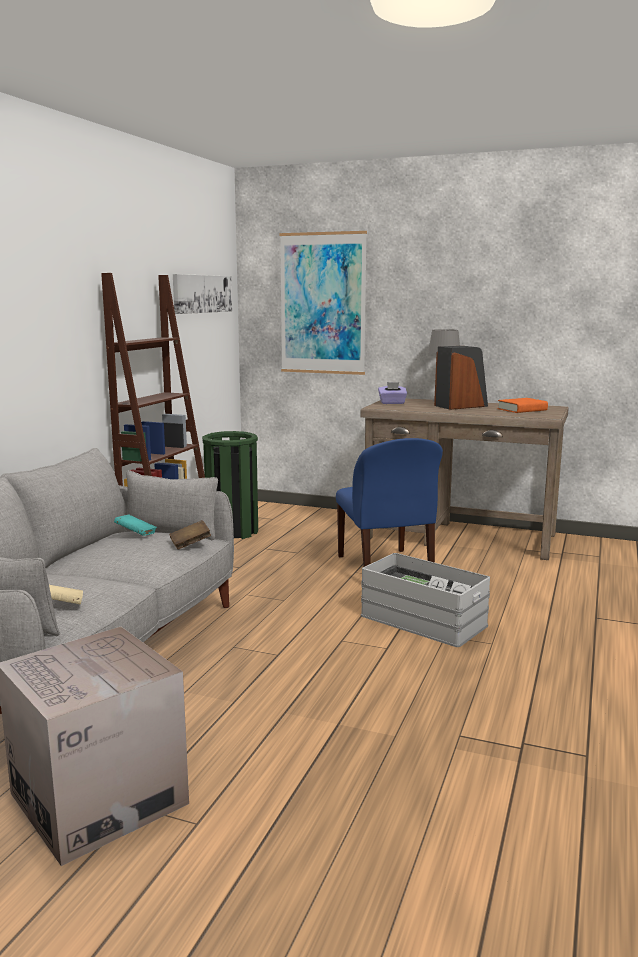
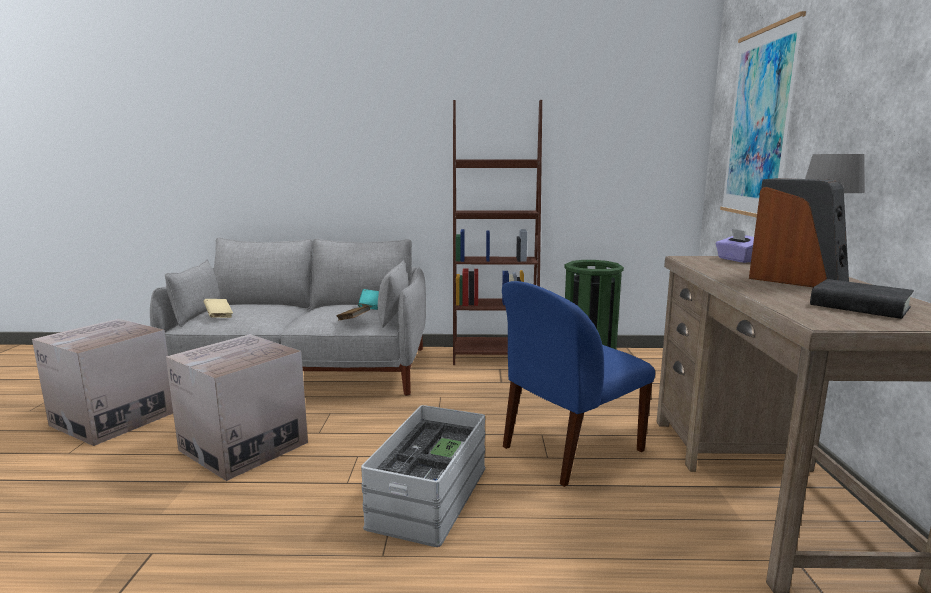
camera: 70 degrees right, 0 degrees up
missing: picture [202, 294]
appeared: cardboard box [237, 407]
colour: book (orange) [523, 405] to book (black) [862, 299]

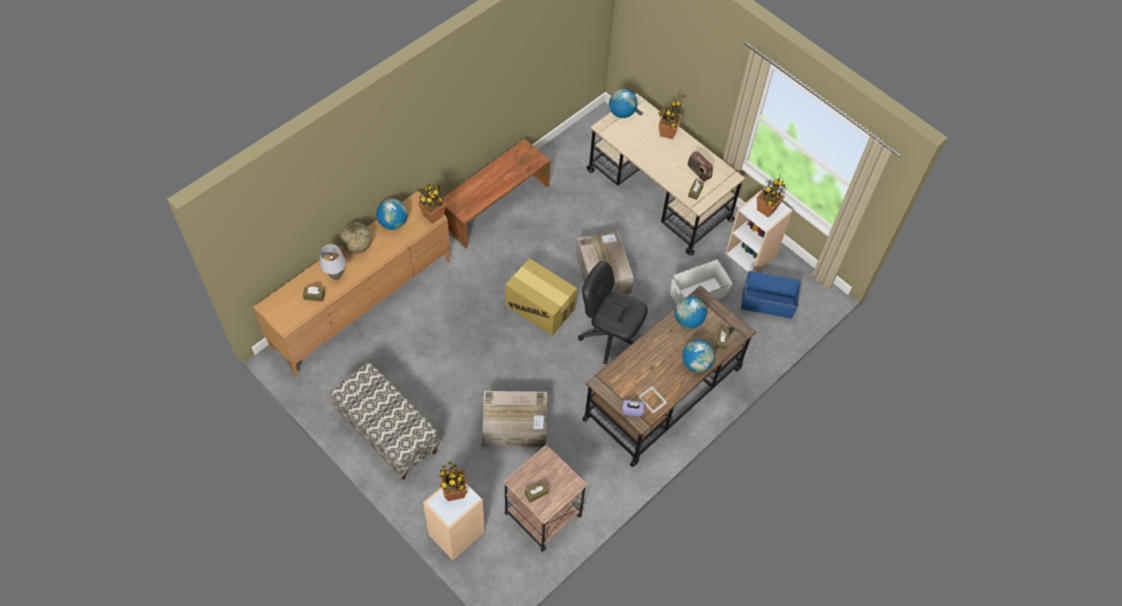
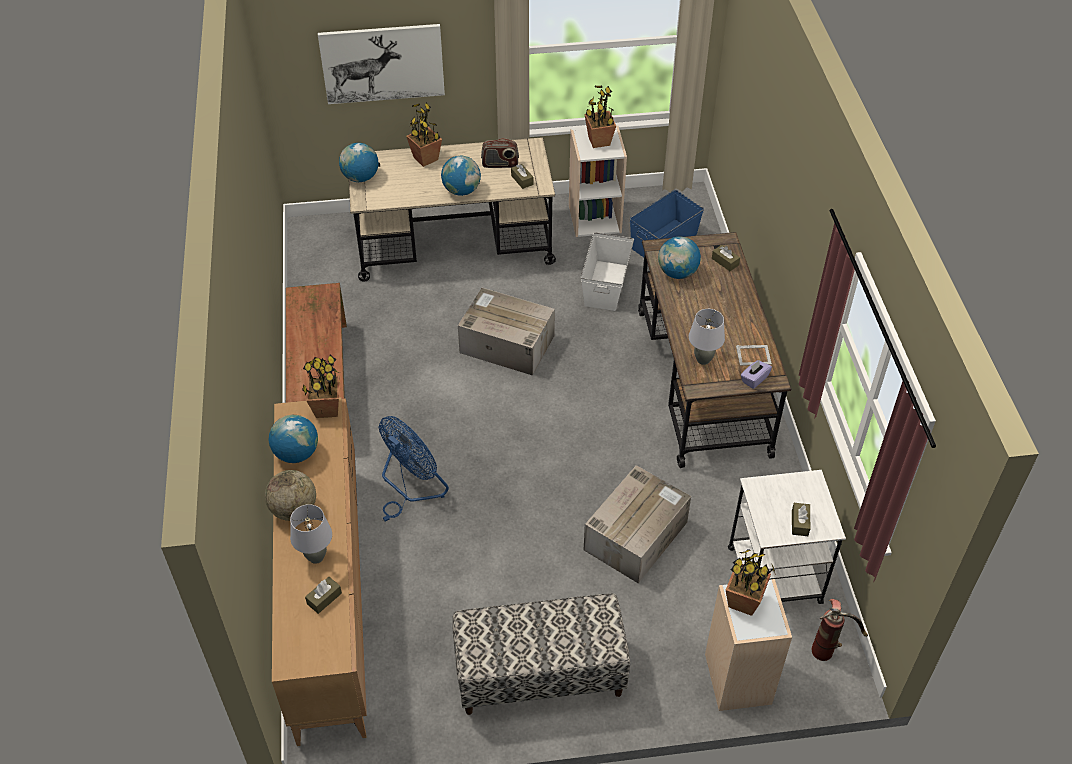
camera: 50 degrees left, 10 degrees down
missing: cardboard box [541, 297]; office chair (black) [613, 312]
appeared: picture [381, 64]; fan (blue) [413, 468]; table lamp (grey) [707, 337]; fire extinguisher [840, 630]
relocated: globe [698, 356] to [461, 175]
colour: cart (brown) [545, 498] to cart (white) [787, 537]

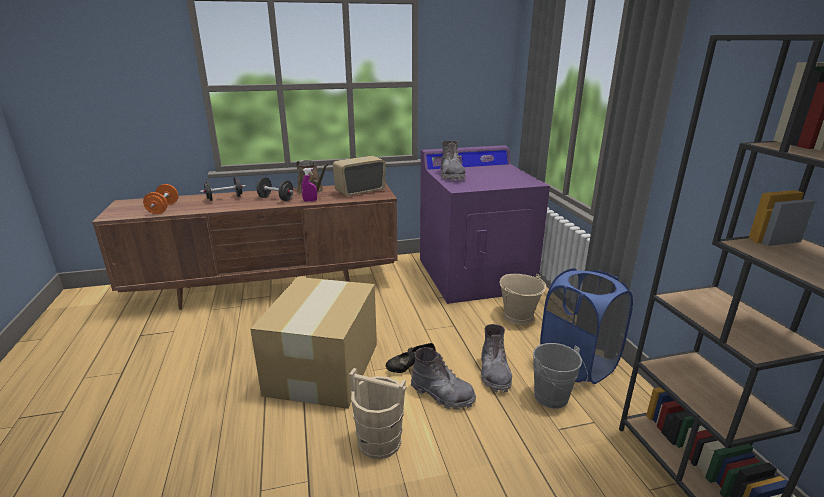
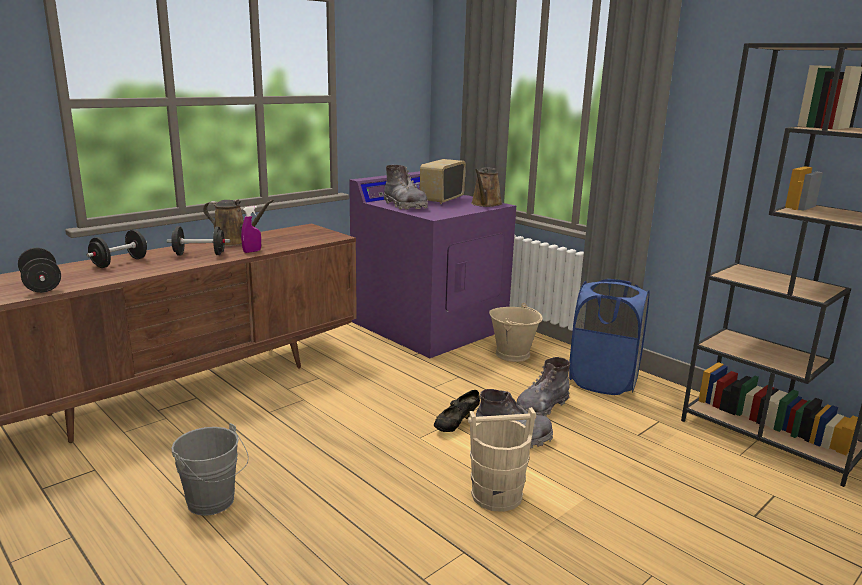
camera: 30 degrees left, 5 degrees down
missing: cardboard box [313, 343]
appeared: watering can (brown) [487, 187]
relocated: bucket (grey) [560, 376] to [210, 469]; radio [359, 176] to [443, 181]
colour: dumbbell (orange) [161, 199] to dumbbell (black) [39, 270]
spun: boot (grey) [496, 358] = [543, 387] 75 degrees clockwise

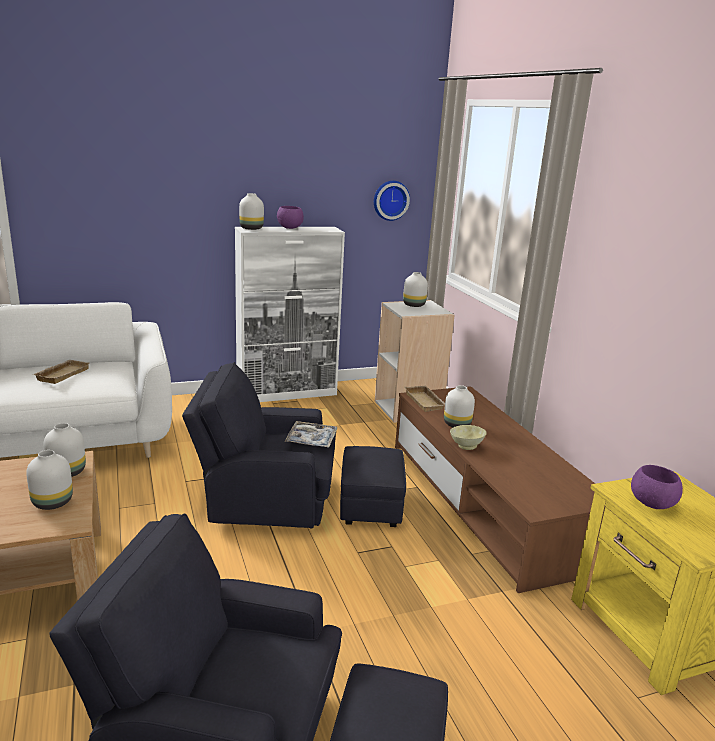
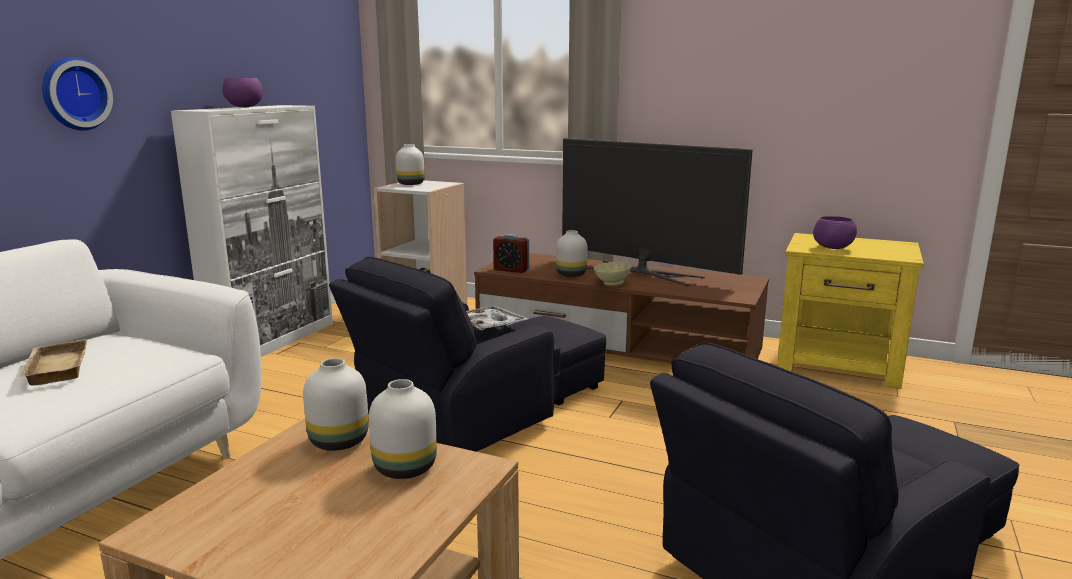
camera: 45 degrees left, 5 degrees down
missing: vase (white) [251, 211]
appeared: television [657, 212]
relocated: wall clock [392, 201] to [77, 94]
exchanged: tray (beige) [425, 398] to alarm clock [511, 253]

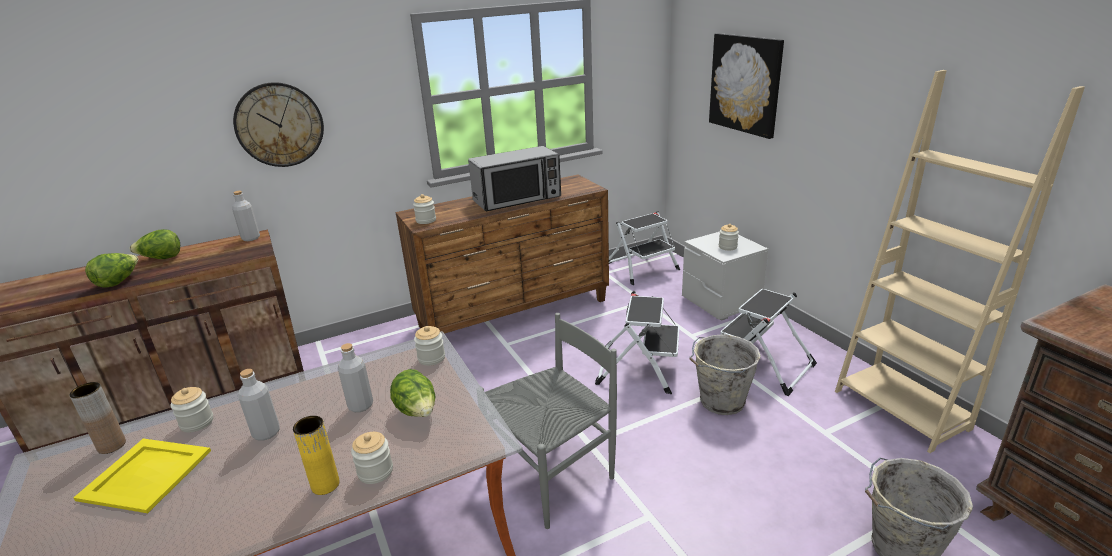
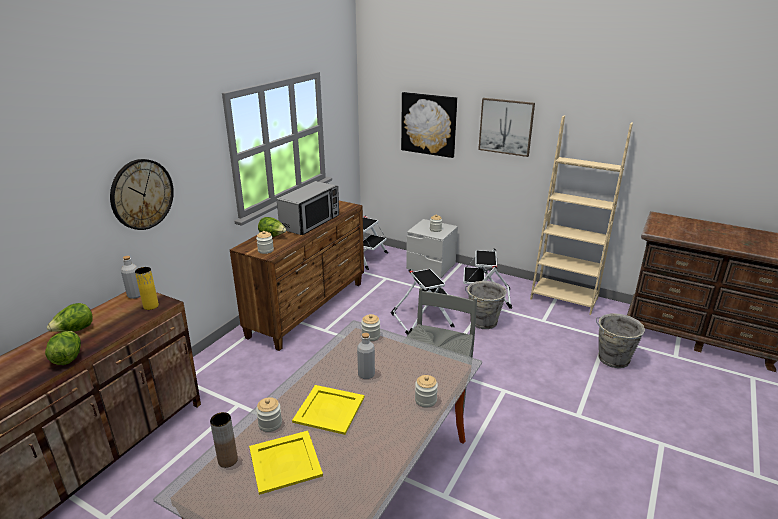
camera: 35 degrees left, 0 degrees up
appeared: picture [506, 127]
relocated: vase (yellow) [316, 455] to [147, 288]; lettuce [412, 393] to [272, 227]
exchanged: bottle (grey) [259, 405] to tray (yellow) [328, 410]

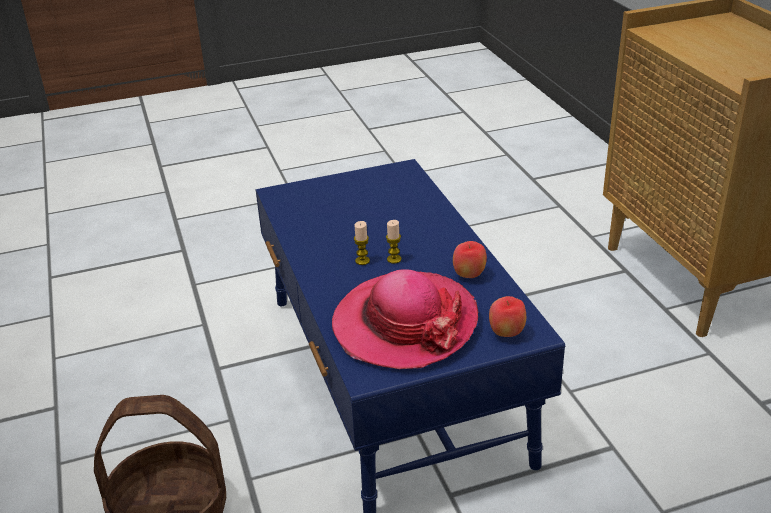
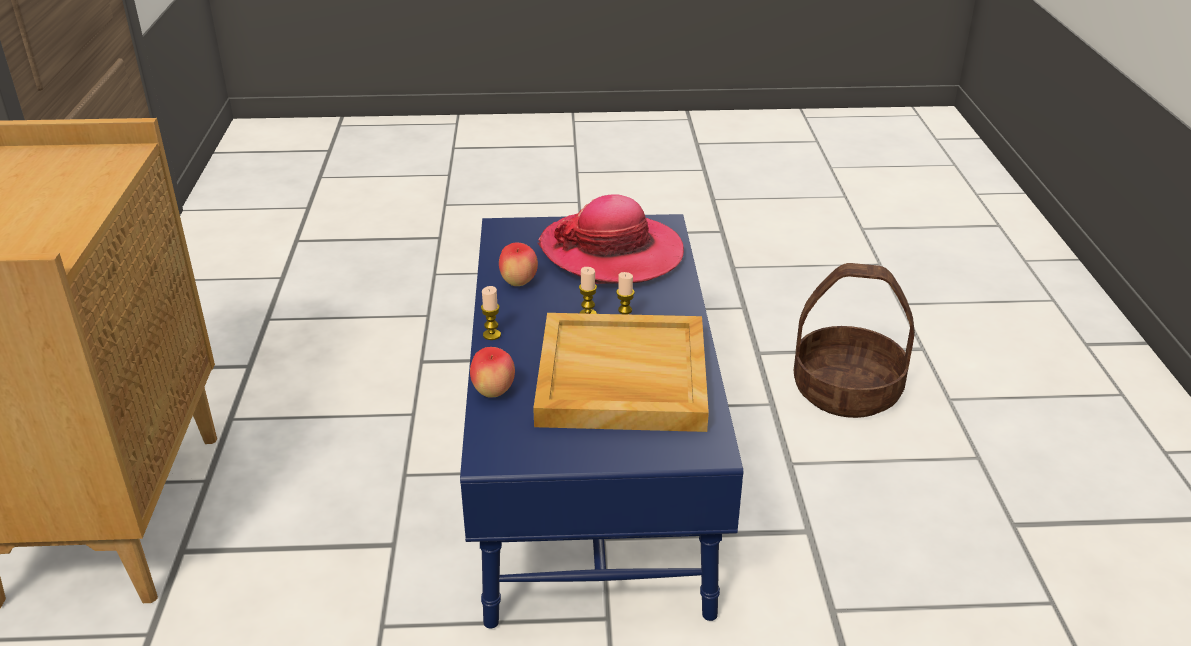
camera: 165 degrees left, 0 degrees up
appeared: candle [491, 313]; tray (beige) [621, 372]
relocated: apple [507, 316] to [492, 372]

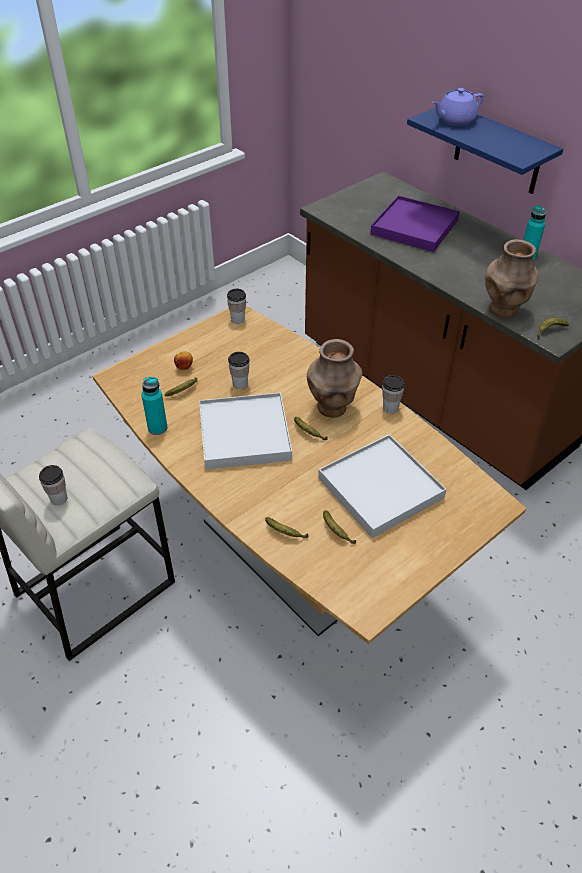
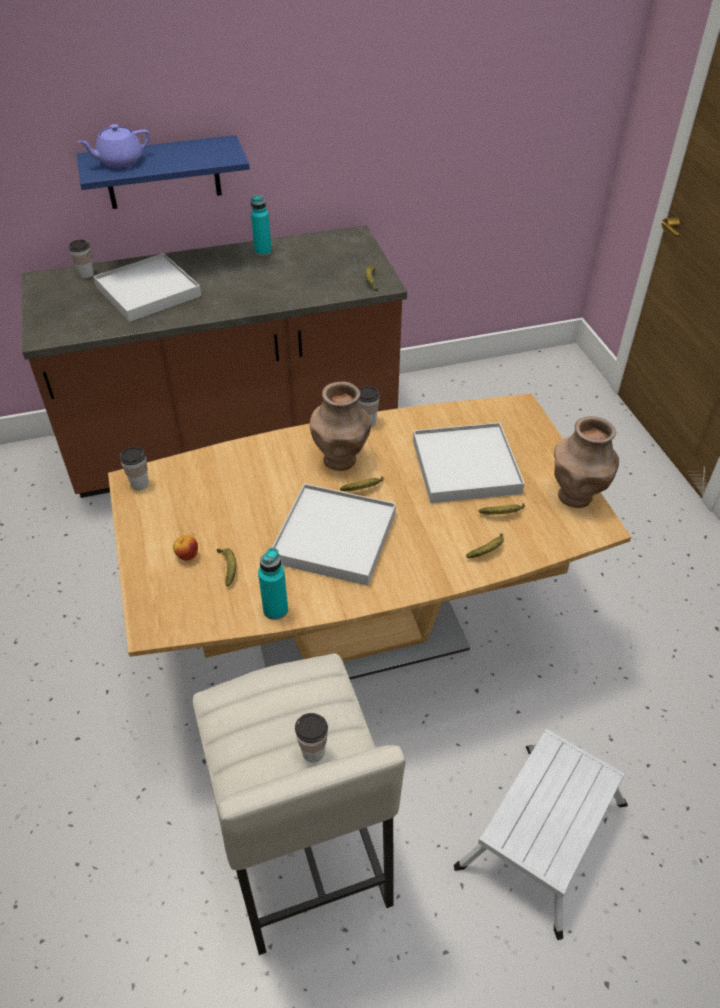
camera: 65 degrees left, 0 degrees up
appeared: step ladder (white) [541, 834]
relocated: cup [239, 370] to [81, 259]; vase (brown) [512, 278] to [586, 462]
colour: tray (purple) [415, 223] to tray (white) [147, 287]
spun: teapot (purple) [458, 107] = [114, 146] 60 degrees clockwise

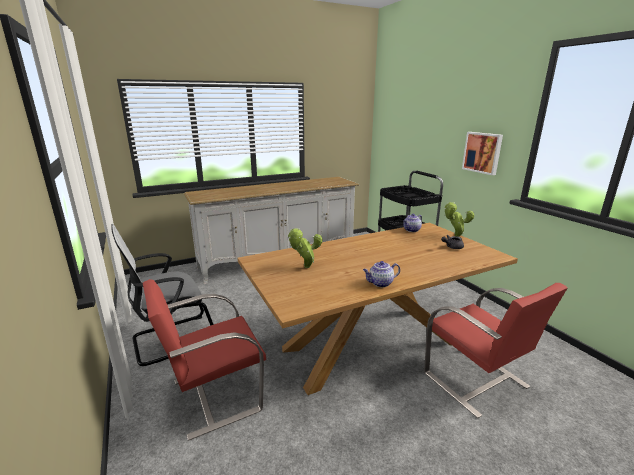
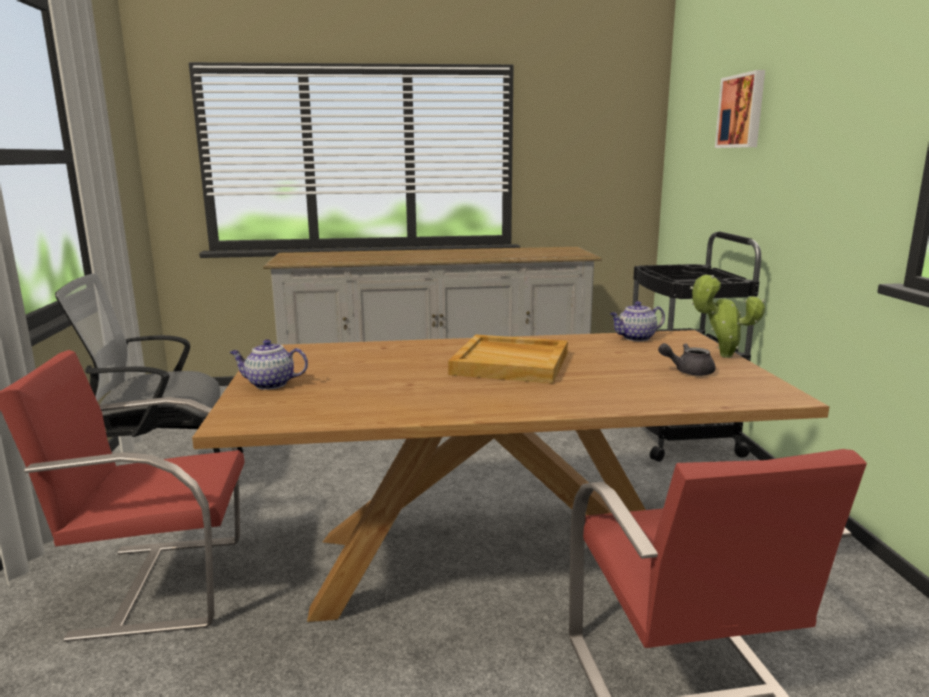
camera: 20 degrees right, 5 degrees down
missing: potted plant [305, 248]
appeared: tray (beige) [508, 359]
relocated: teapot [381, 274] to [268, 364]; picture [482, 153] to [740, 109]

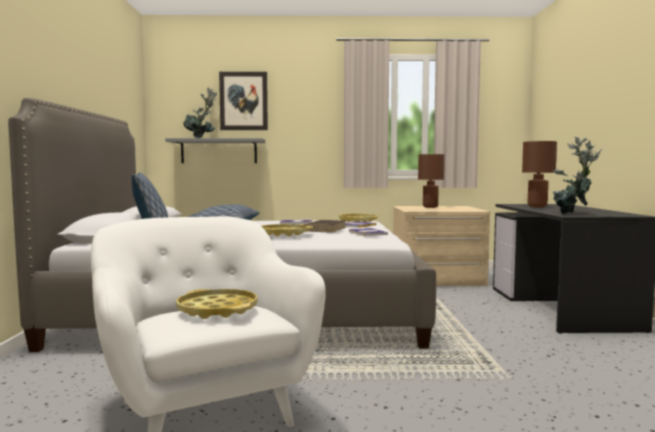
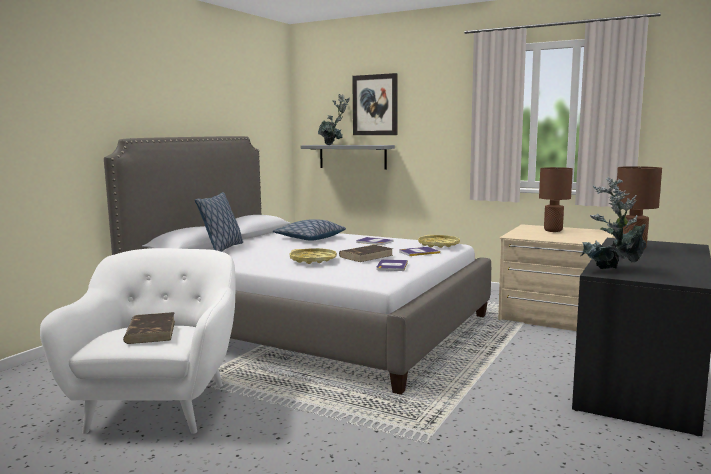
camera: 30 degrees right, 5 degrees up
exchanged: tray (yellow) [217, 304] to book (brown) [149, 328]

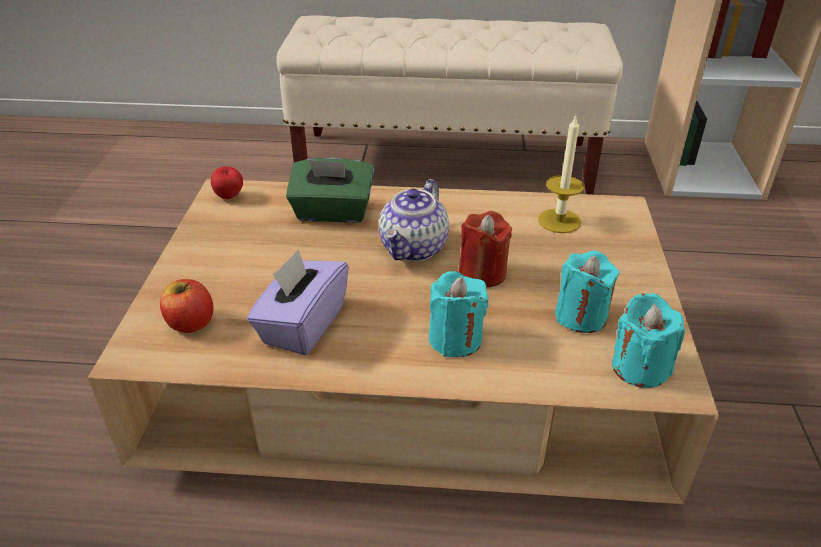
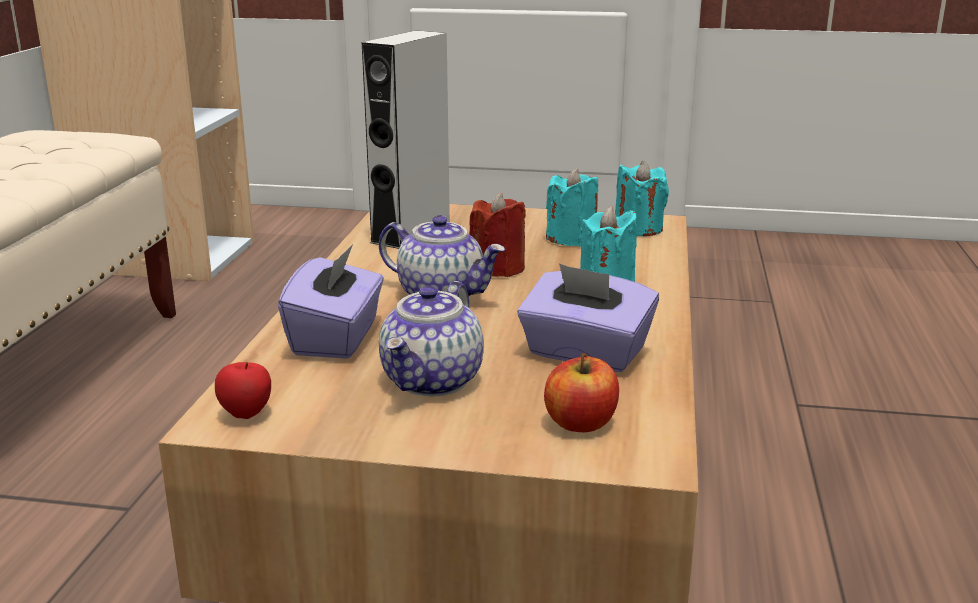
camera: 85 degrees left, 15 degrees down
appeared: teapot [431, 338]
exchanged: candle [561, 174] to speaker (grey) [406, 139]
colour: tissue box (green) [330, 190] to tissue box (purple) [331, 301]

